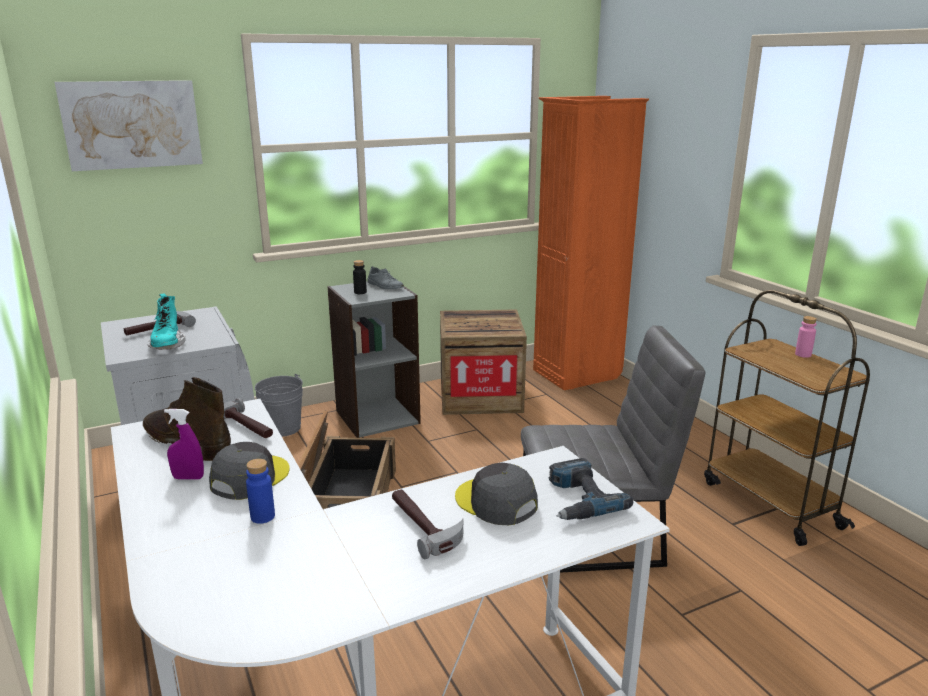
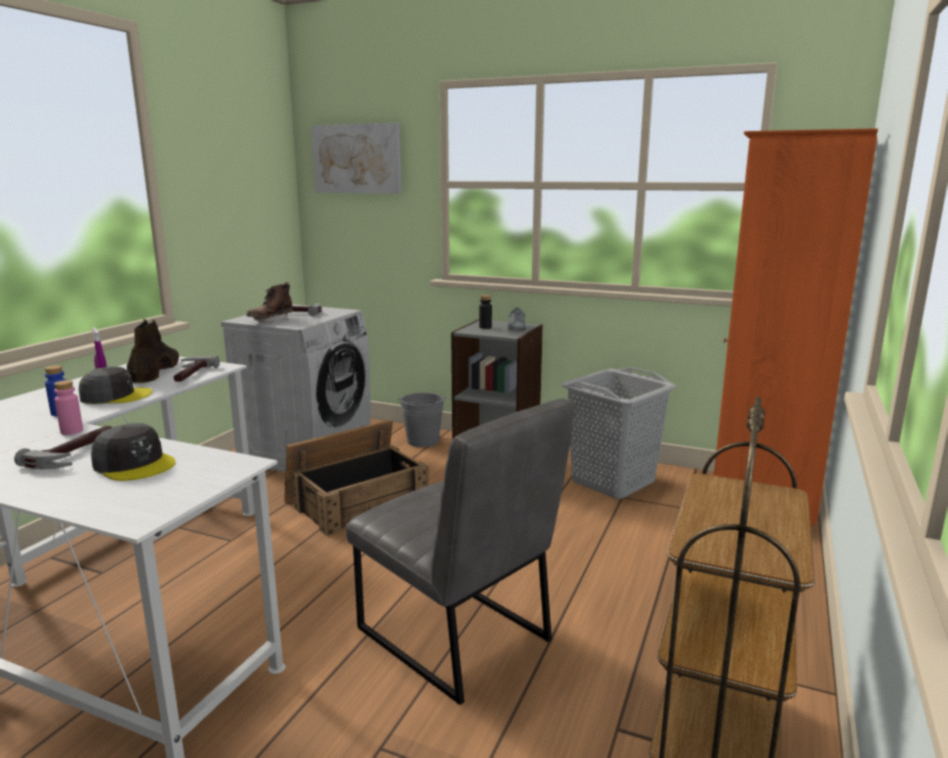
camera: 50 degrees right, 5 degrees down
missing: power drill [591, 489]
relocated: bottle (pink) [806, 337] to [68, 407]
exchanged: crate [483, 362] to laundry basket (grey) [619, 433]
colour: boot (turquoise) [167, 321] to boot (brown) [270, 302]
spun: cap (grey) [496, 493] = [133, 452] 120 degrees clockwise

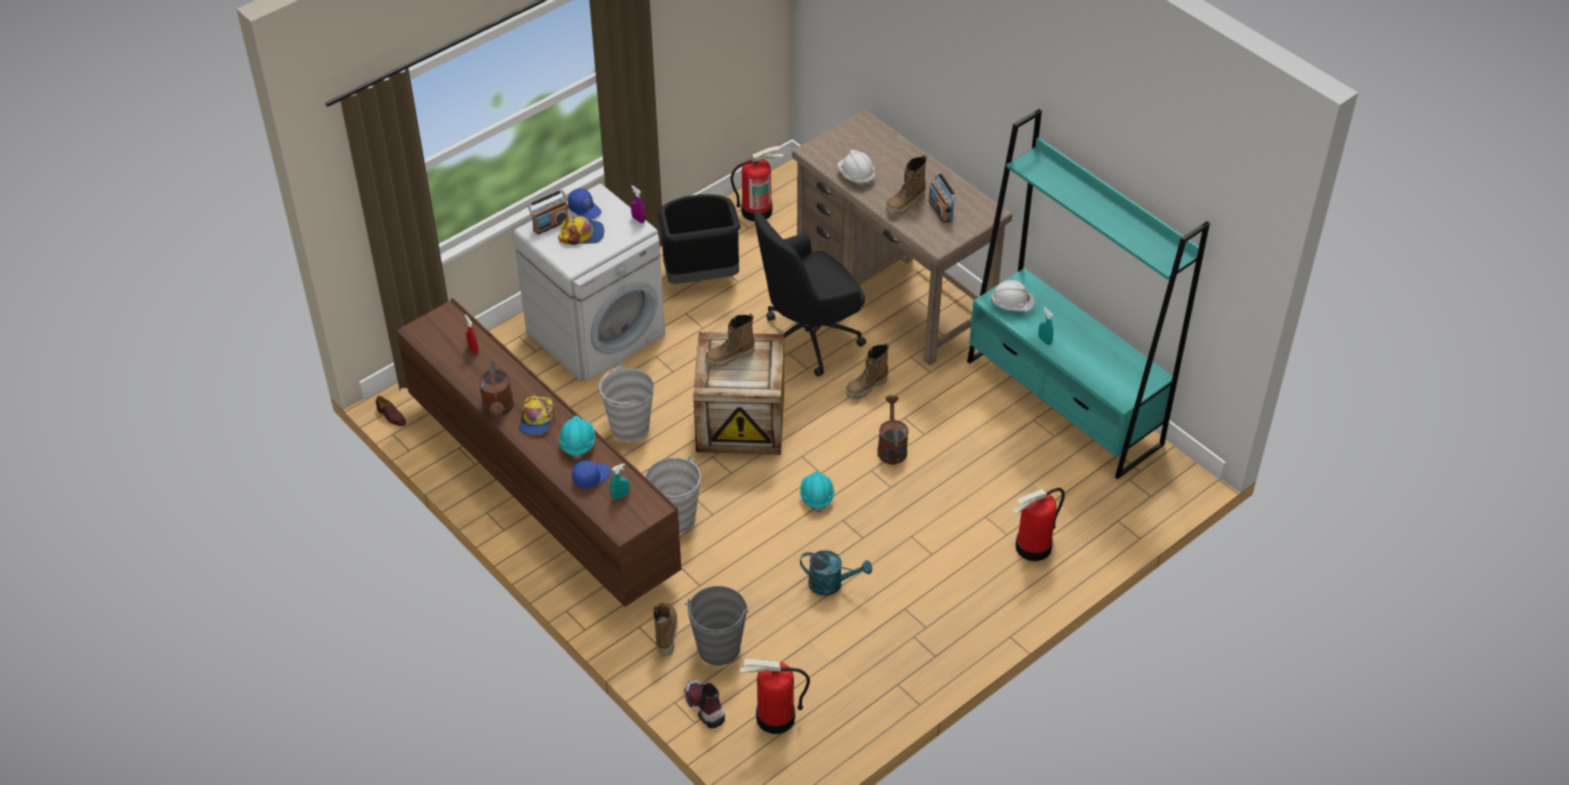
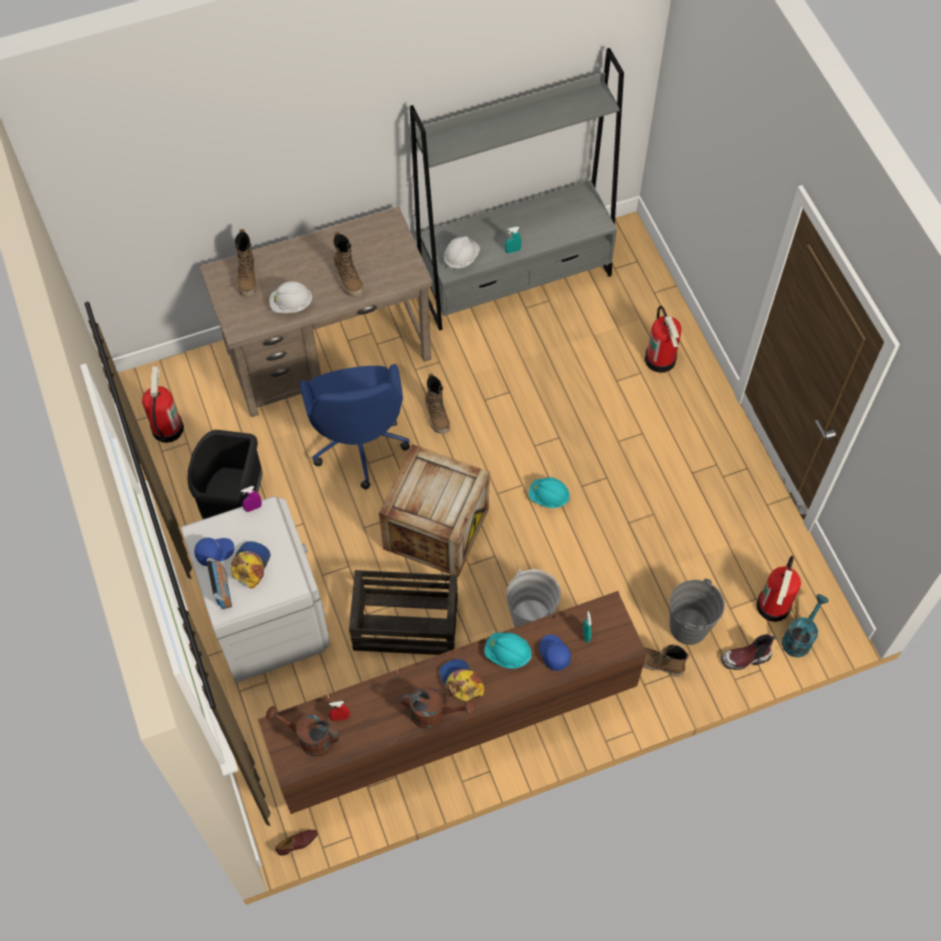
camera: 70 degrees left, 15 degrees up
missing: radio [942, 197]
relocated: boot [730, 340] to [245, 263]; watering can (brown) [893, 430] to [303, 731]; watering can (turquoise) [836, 573] to [805, 625]
exchanged: bucket (grey) [626, 402] to crate [403, 612]
colour: office chair (black) [810, 294] to office chair (blue) [355, 427]; bookcase (turquoise) [1088, 294] to bookcase (grey) [517, 189]
spun: cap [537, 415] = [461, 680] 150 degrees counterclockwise

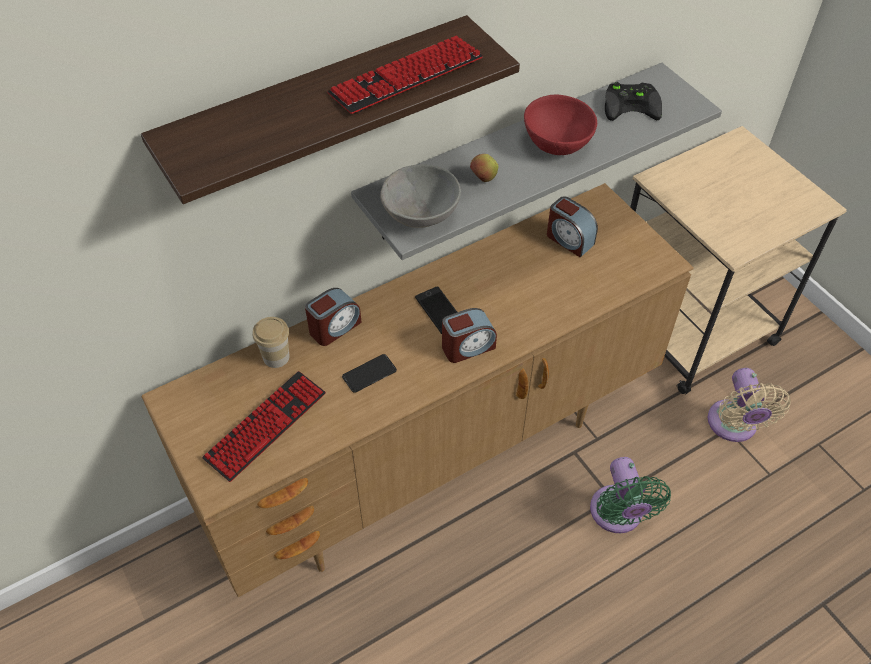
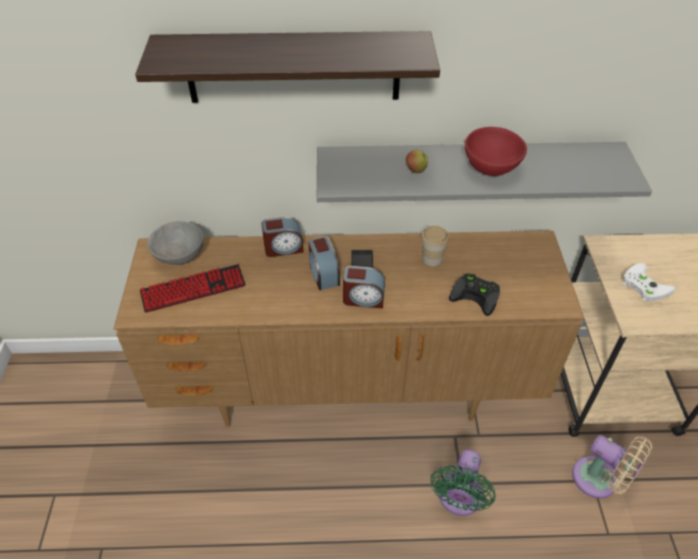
camera: 30 degrees right, 5 degrees down
missing: keyboard [405, 74]; phone [369, 373]
appeared: game controller (white) [649, 282]
relocated: bowl (grey) [420, 196] to [175, 243]; alarm clock [572, 226] to [324, 263]; cup [271, 342] to [435, 246]; game controller (black) [633, 101] to [474, 294]
spun: fan (beige) [749, 405] = [612, 467] 75 degrees counterclockwise

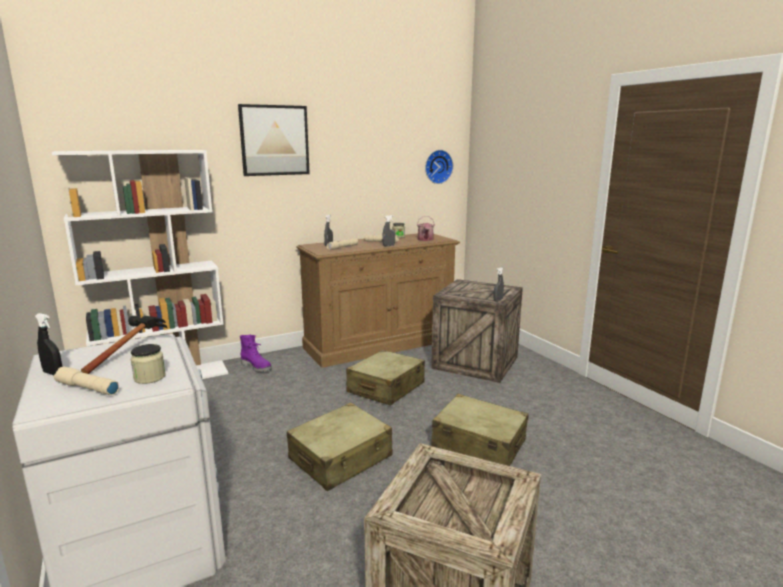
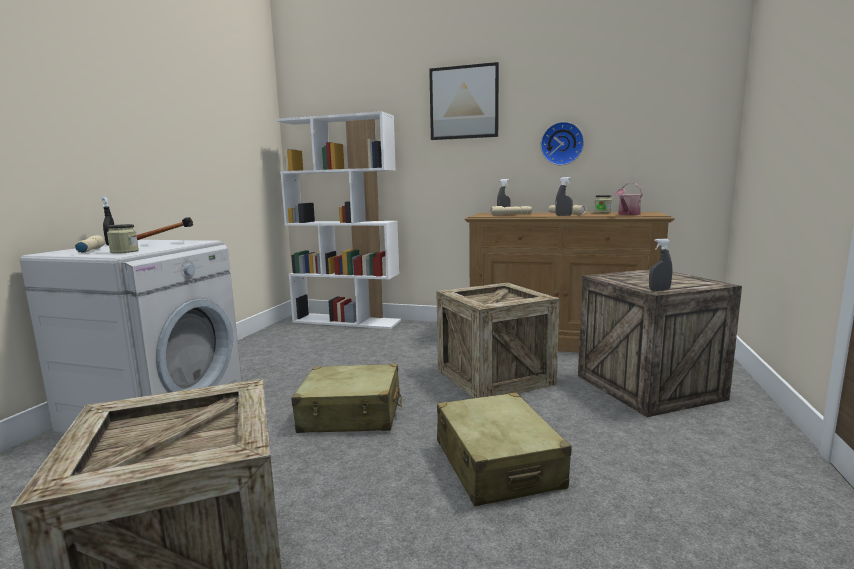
camera: 45 degrees right, 5 degrees down
missing: boot (purple) [256, 353]
relocated: wall clock [439, 167] to [562, 143]
exchanged: suitcase (beige) [385, 377] to crate [497, 340]

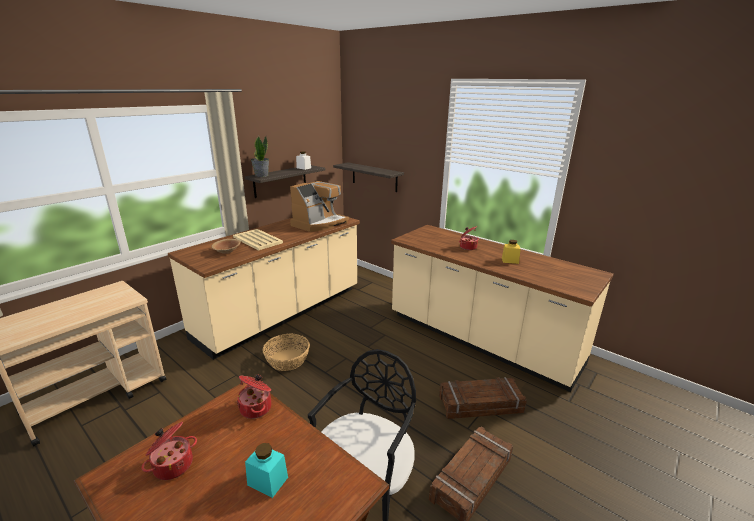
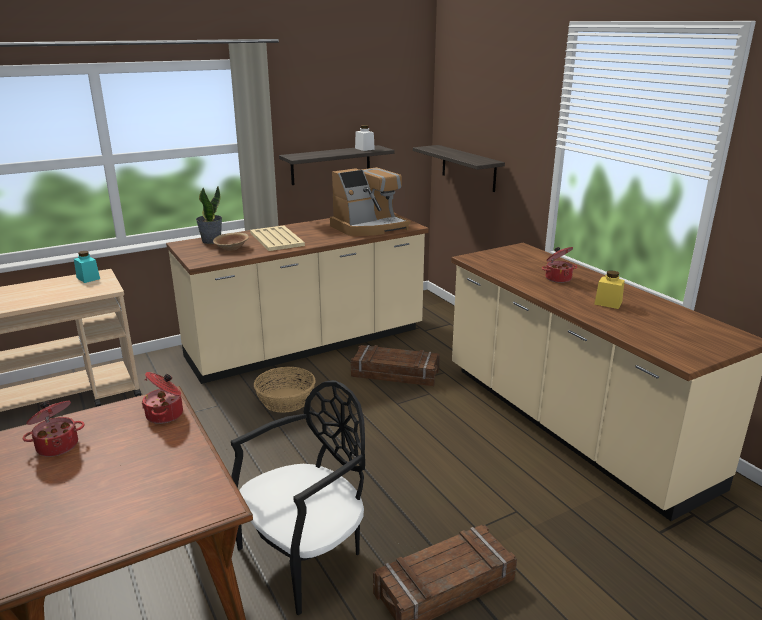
camera: 20 degrees right, 0 degrees up
relocated: jar (turquoise) [266, 470] to [87, 267]; potted plant [260, 156] to [209, 215]; crate [483, 398] to [395, 365]

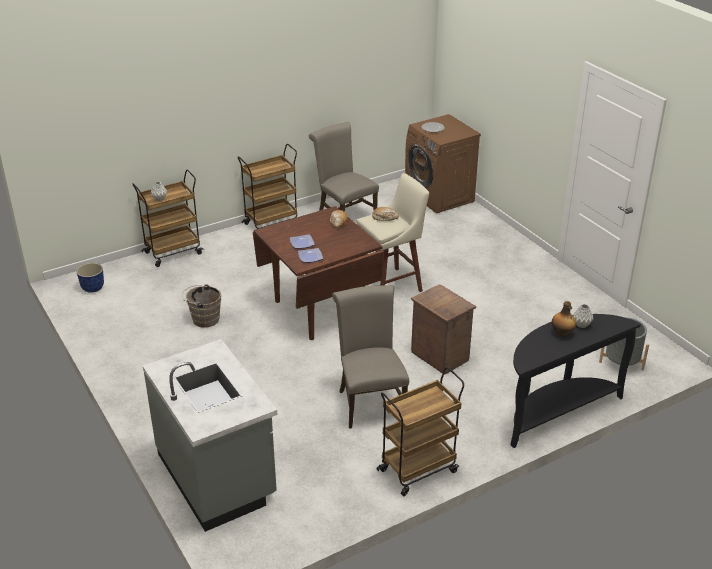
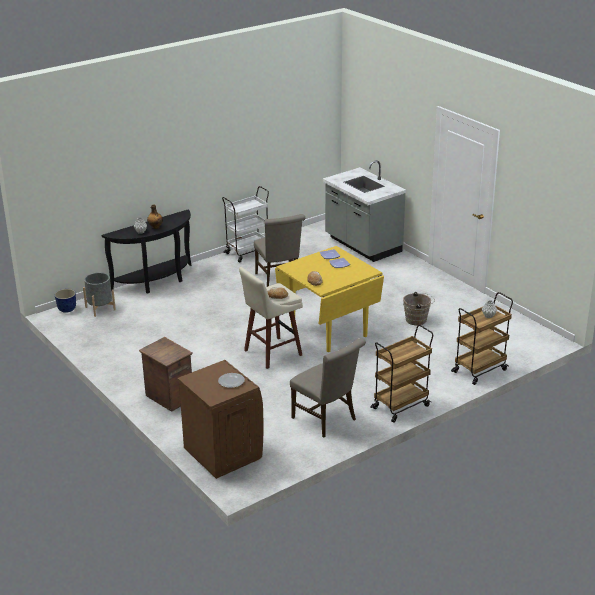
camera: 175 degrees right, 5 degrees down
relocated: planter [90, 278] to [65, 301]; crate [443, 329] to [166, 374]
colour: cart (brown) [420, 431] to cart (white) [245, 224]; dining table (brown) [318, 273] to dining table (yellow) [329, 299]

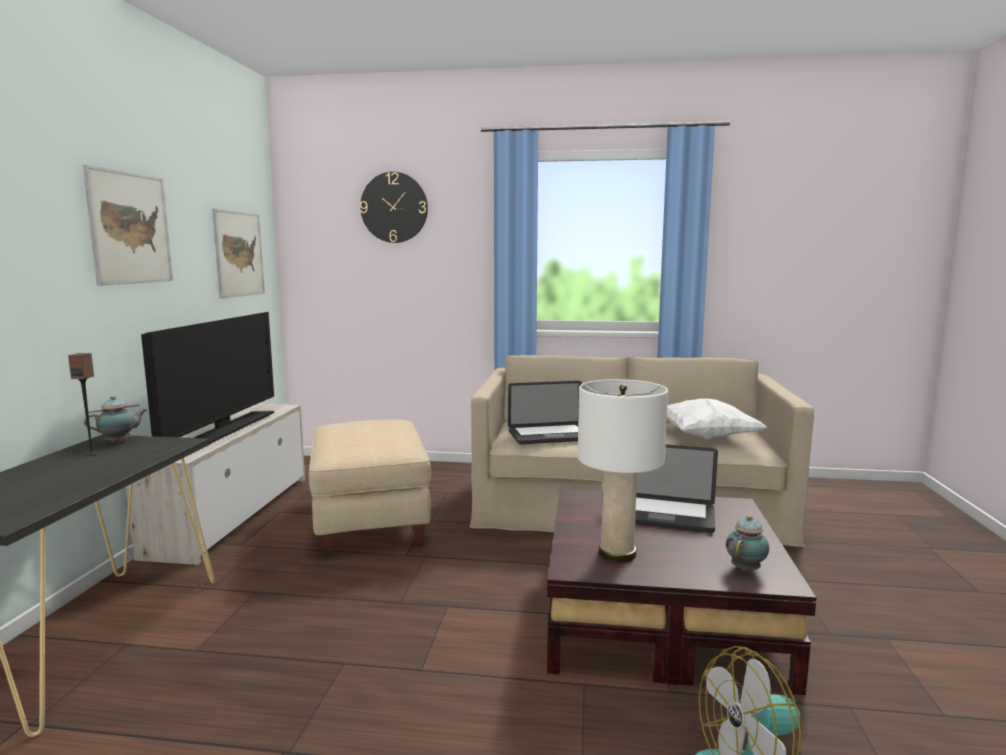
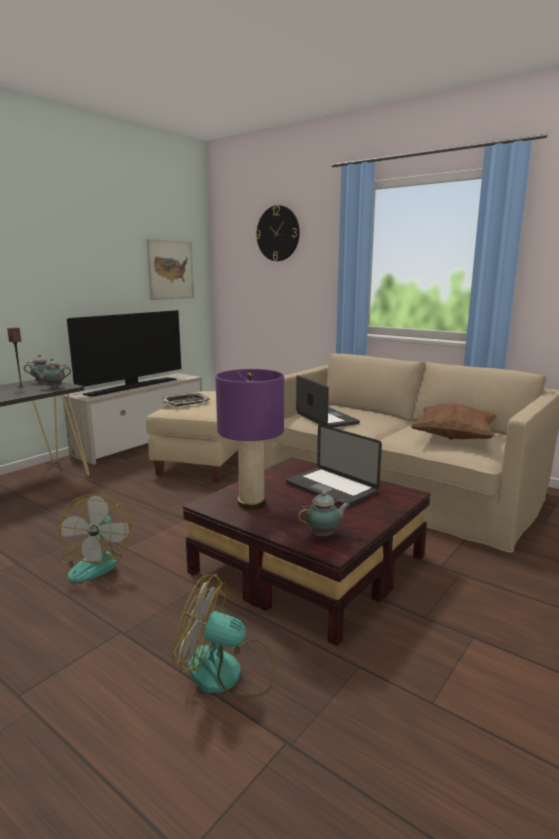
camera: 30 degrees right, 5 degrees up
missing: picture [128, 225]
appeared: teapot [52, 373]; fan [95, 538]; tray [185, 399]
colour: table lamp (white) [623, 471] to table lamp (purple) [249, 439]; pillow (white) [717, 418] to pillow (brown) [454, 421]
spun: laptop [545, 412] = [328, 401] 135 degrees counterclockwise

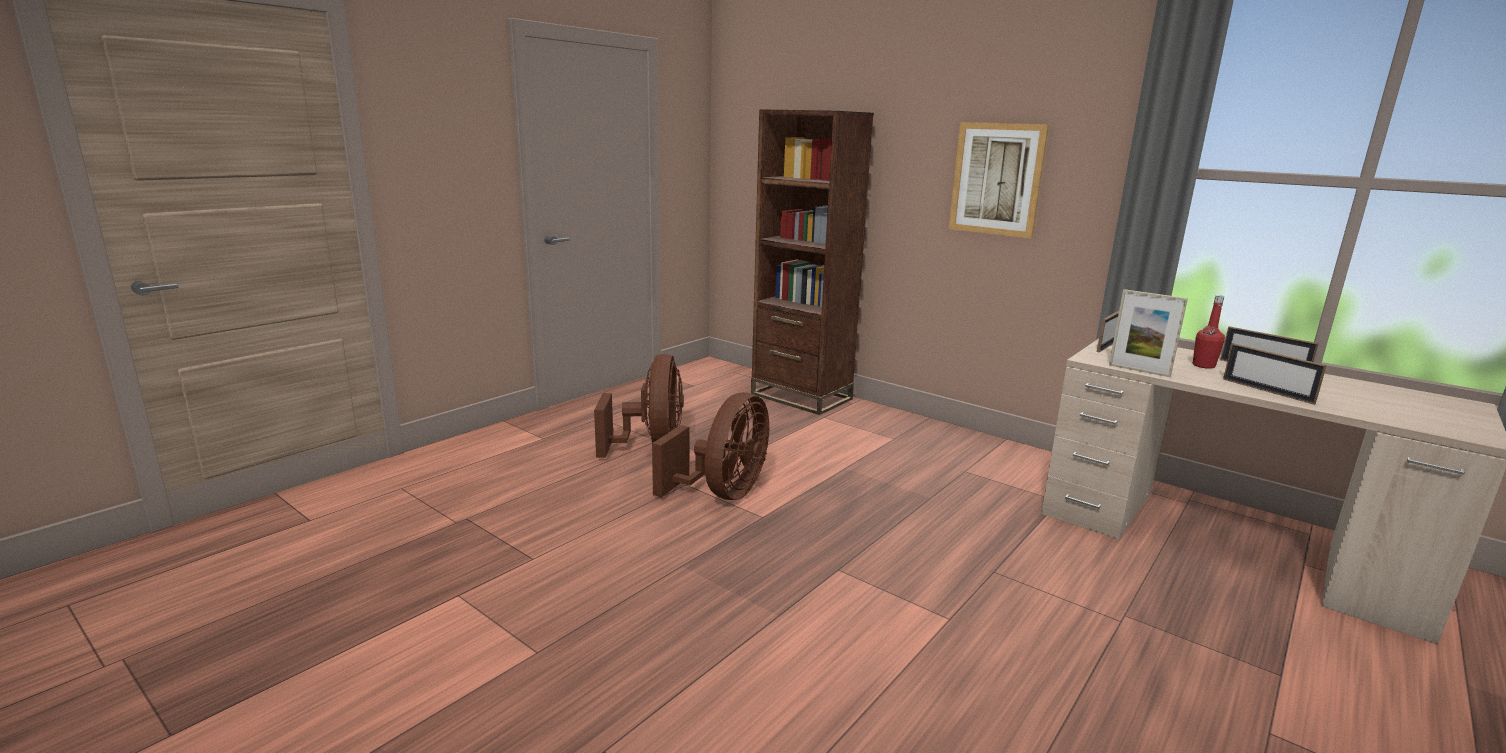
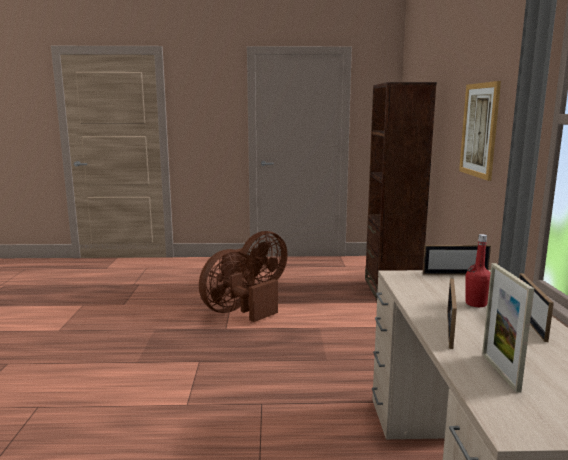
camera: 50 degrees right, 5 degrees down
relocated: picture frame [1148, 333] to [508, 328]
spun: fan (brown) [710, 446] = [238, 285] 150 degrees clockwise

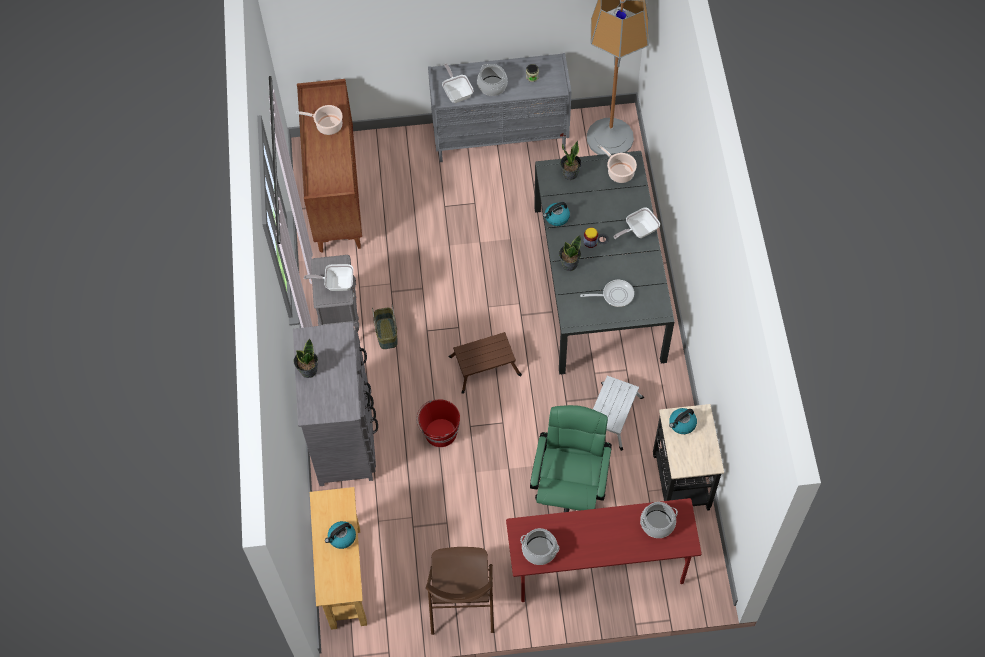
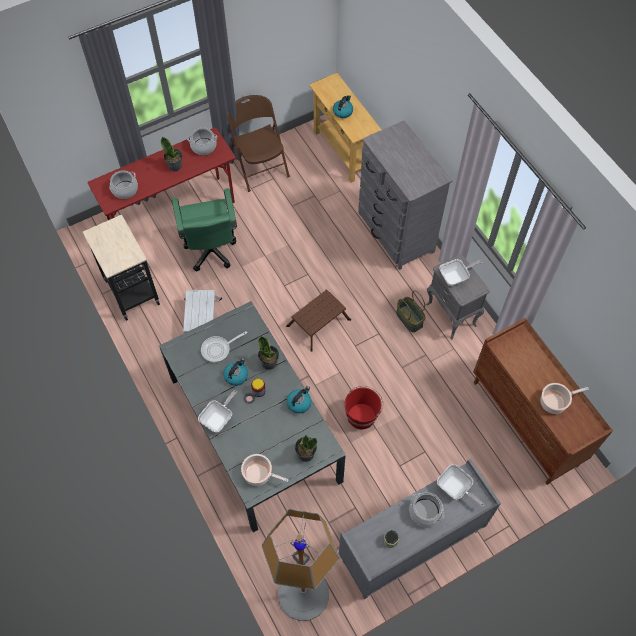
camera: 155 degrees right, 0 degrees up
relocated: potted plant [306, 358] to [171, 154]; kettle [683, 421] to [236, 372]; bucket (red) [438, 423] to [363, 408]

